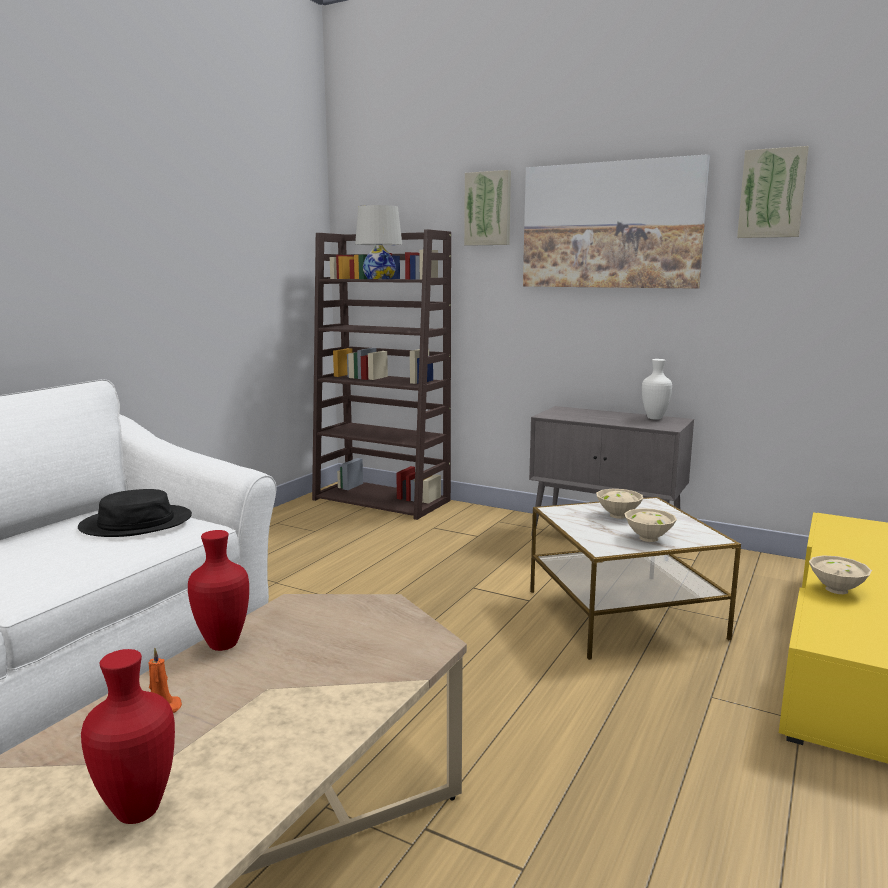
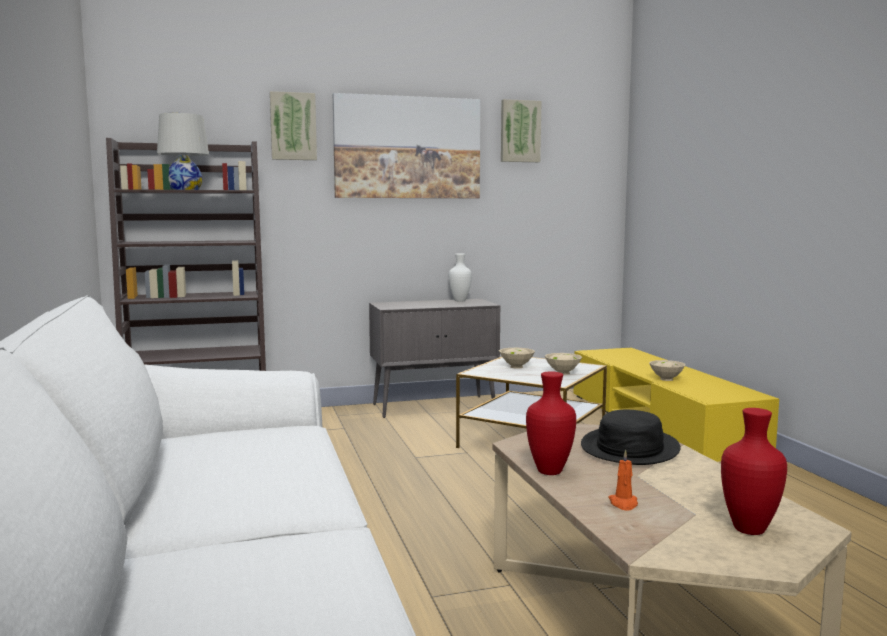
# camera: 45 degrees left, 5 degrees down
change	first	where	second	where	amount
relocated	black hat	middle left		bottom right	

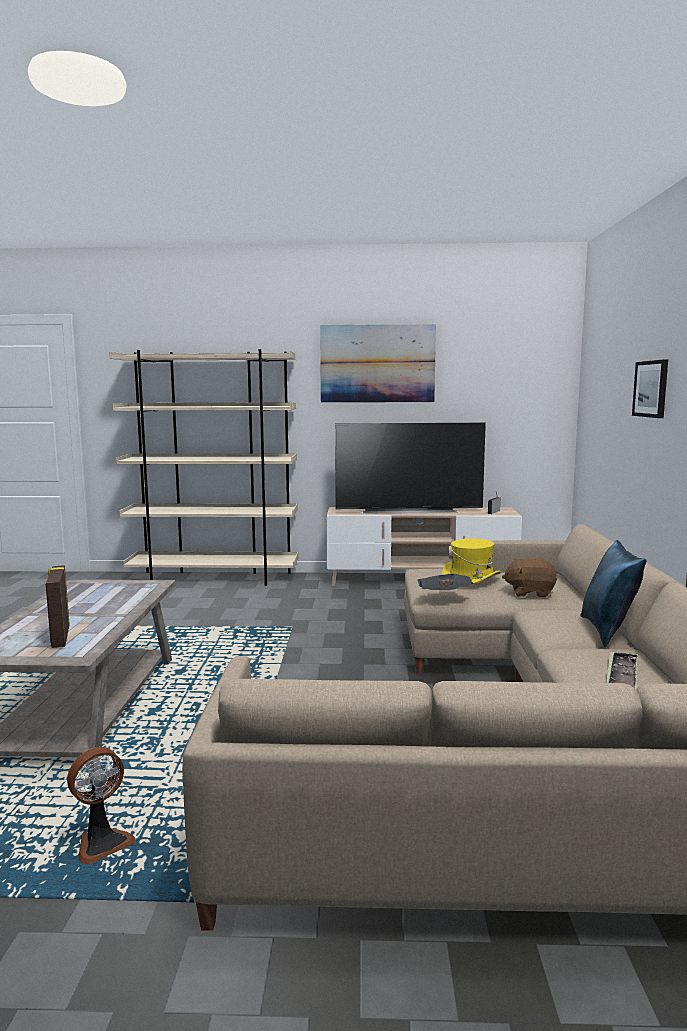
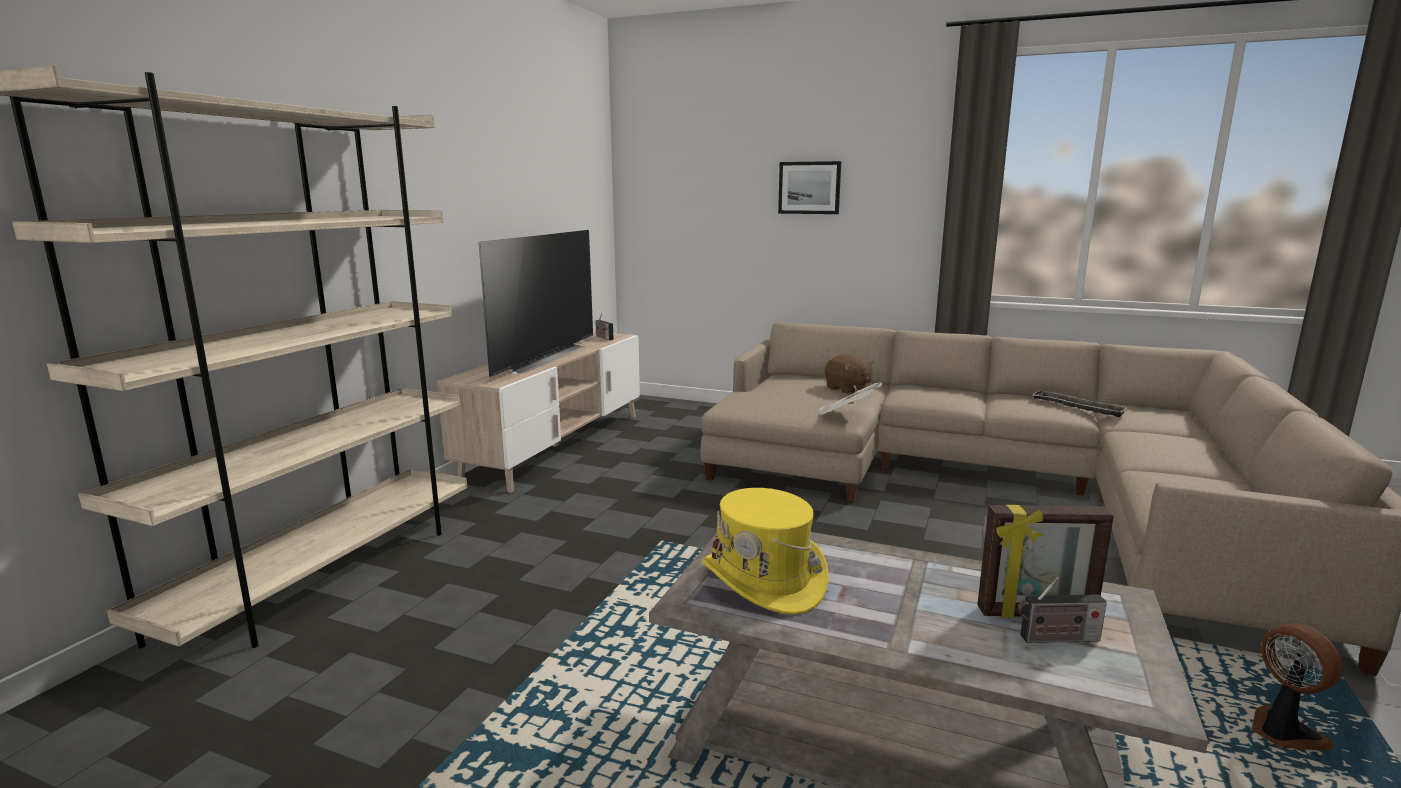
# camera: 70 degrees left, 5 degrees up
change	first	where	second	where	amount
relocated	yellow hat	middle right		bottom centre	
spun	brown plush toy	middle right		centre	60 degrees counterclockwise
appeared			radio (no. 2 from left)	bottom right	
missing	picture (no. 1 from left)	centre			
missing	blue pillow	middle right			

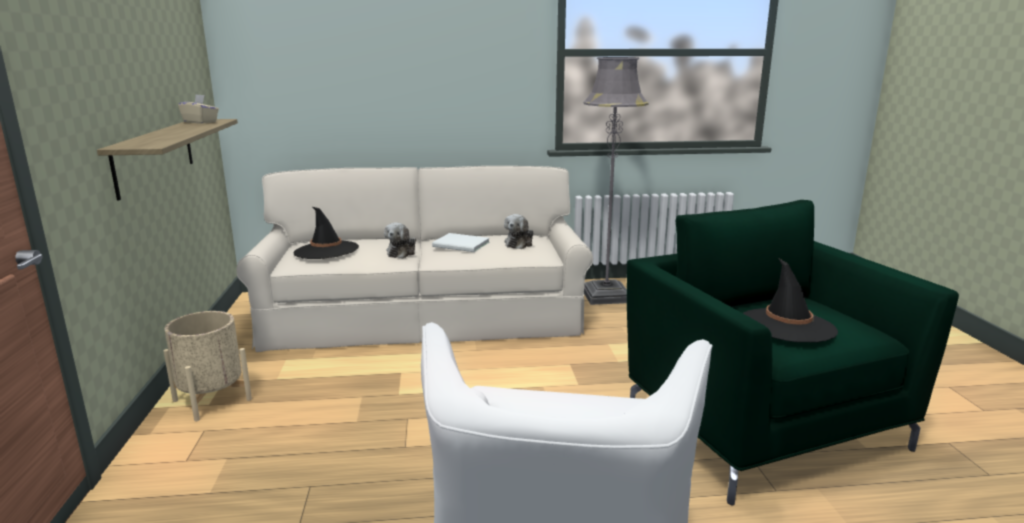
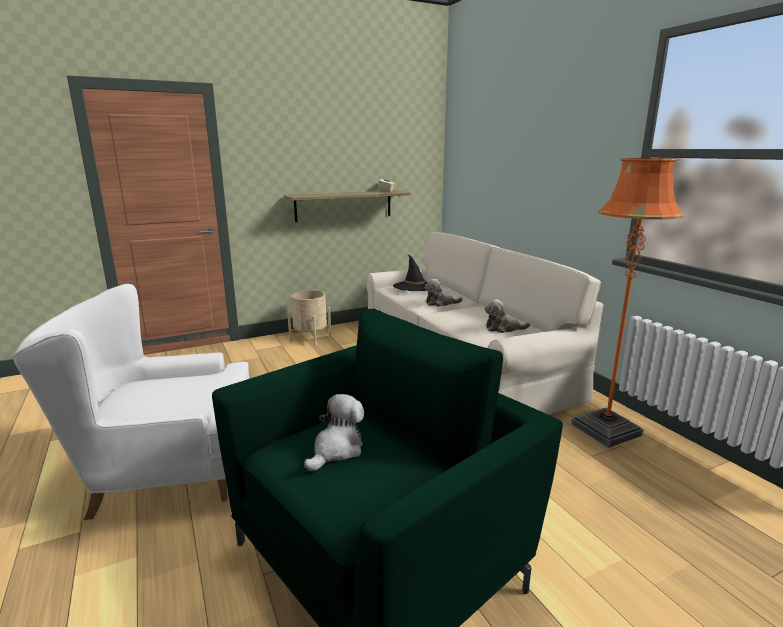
# camera: 70 degrees right, 0 degrees up
change	first	where	second	where	amount
exchanged	black hat (no. 2 from left)	middle right	plush toy (no. 1 from left)	bottom centre	
colour	grey floor lamp	centre	orange floor lamp	middle right	
missing	white book	centre			

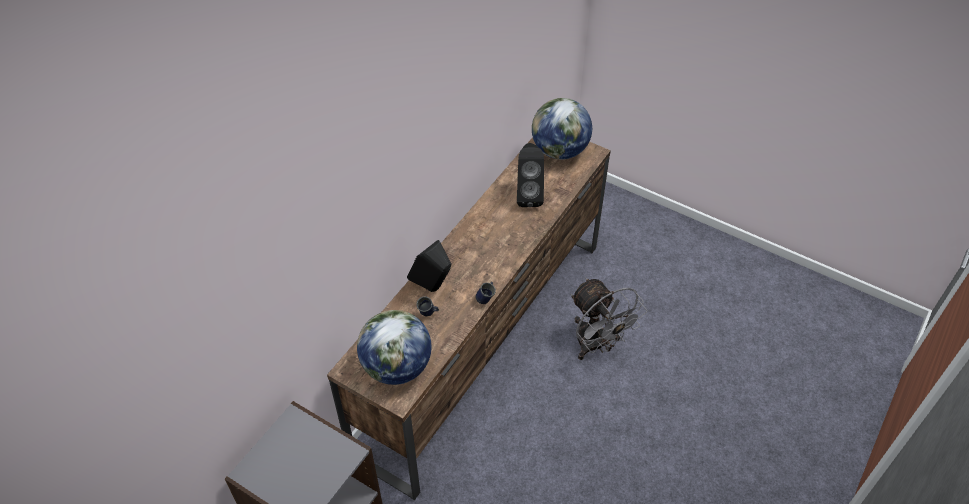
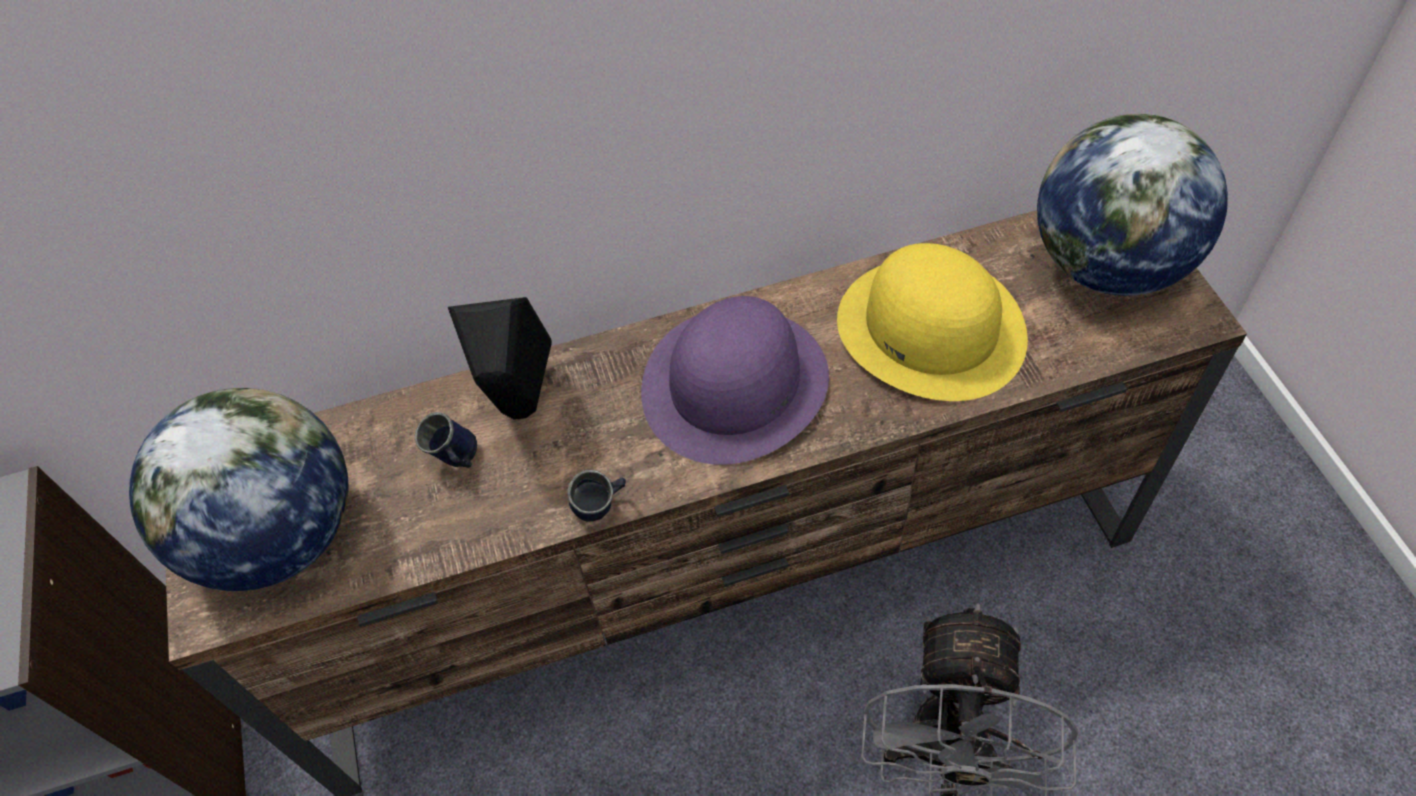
# camera: 45 degrees right, 5 degrees up
change	first	where	second	where	amount
appeared			purple hat	centre	
exchanged	black speaker (no. 2 from left)	centre	yellow hat	centre	

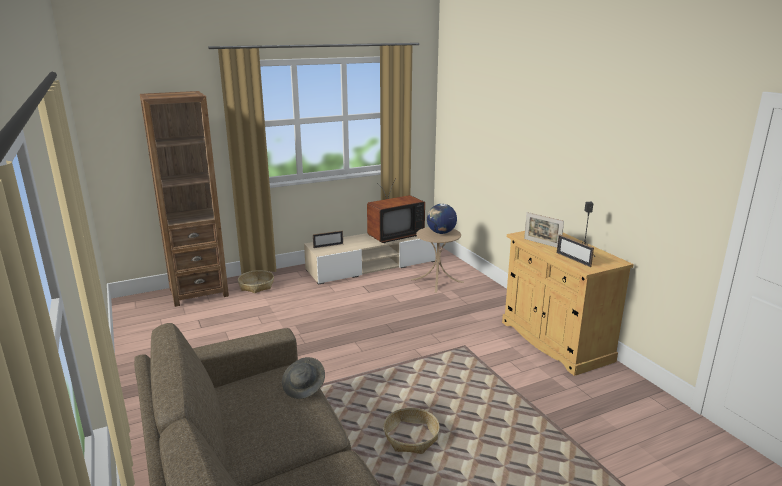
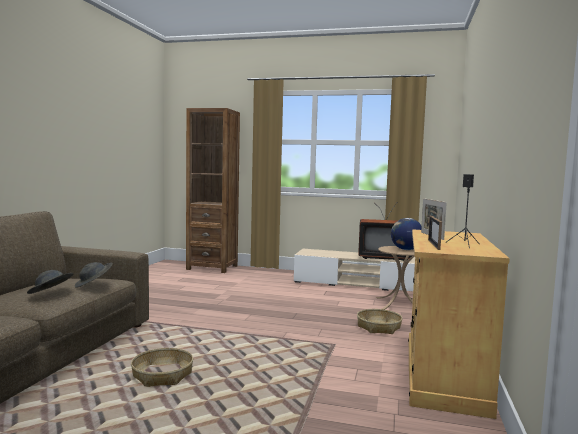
# camera: 40 degrees right, 15 degrees down
change	first	where	second	where	amount
appeared			grey hat (no. 1 from left)	middle left	
relocated	basket (no. 1 from left in the first image)	middle left	basket (no. 2 from left)	bottom centre	
missing	picture frame (no. 1 from left)	centre			

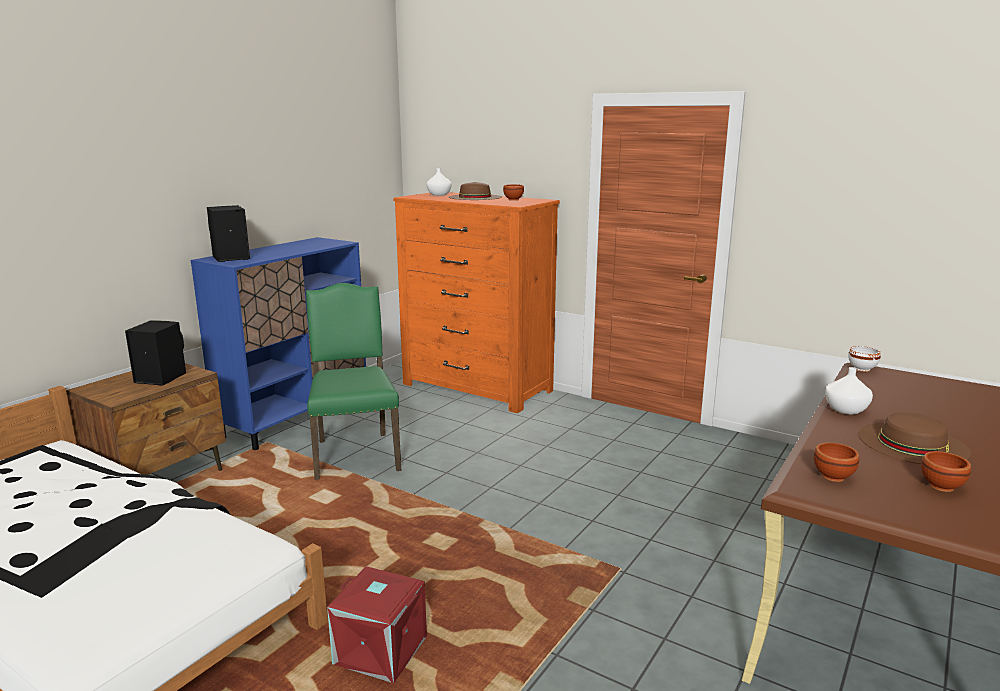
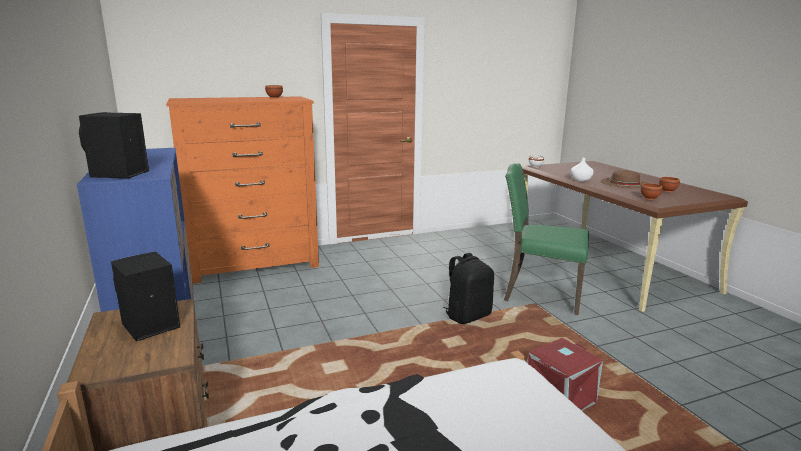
# camera: 55 degrees left, 0 degrees up
change	first	where	second	where	amount
appeared			black backpack	centre	
relocated	green chair	centre		middle right	
missing	white vase (no. 1 from left)	top centre			
missing	brown hat (no. 1 from left)	top centre			

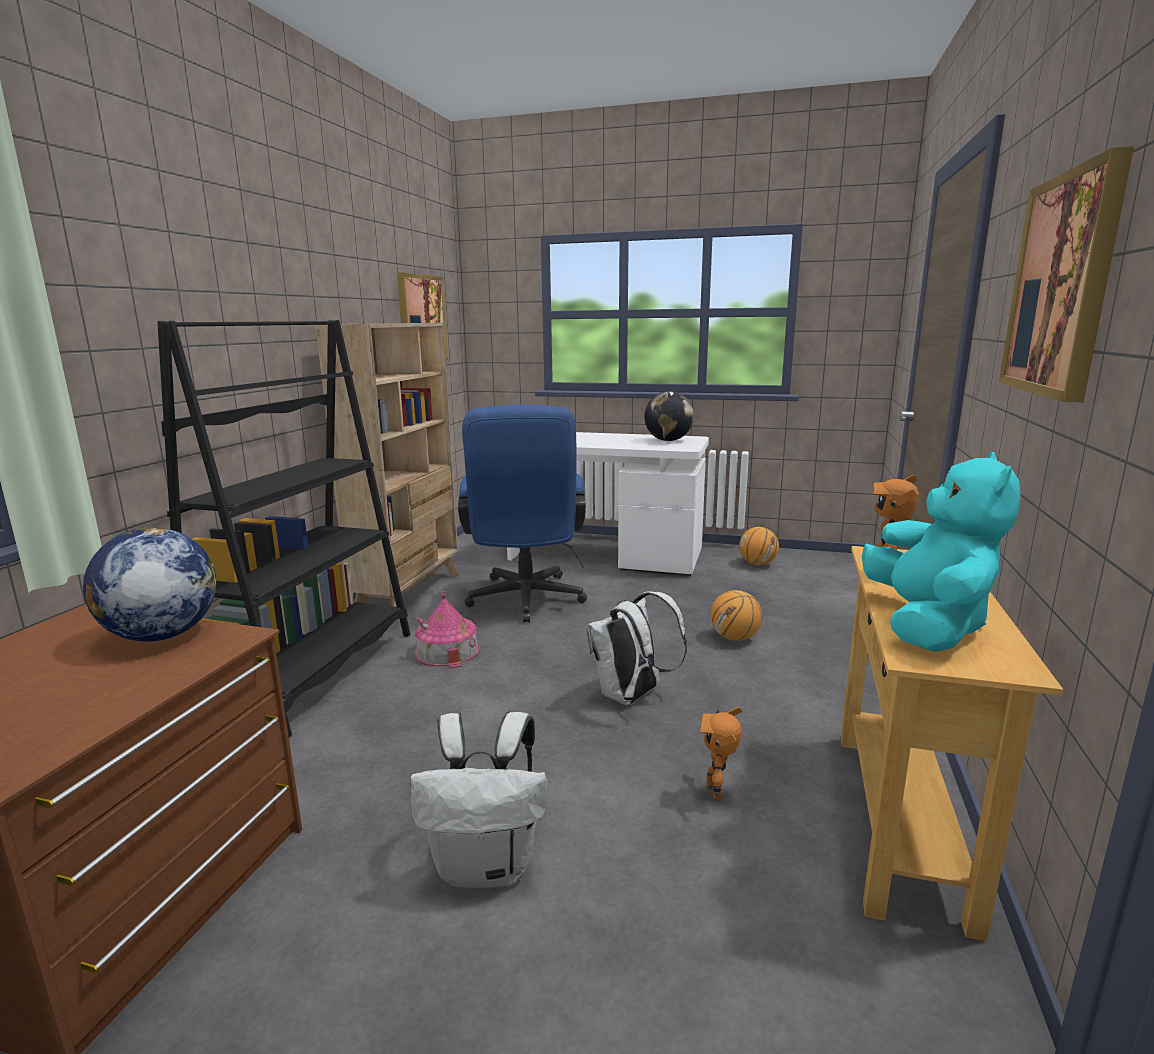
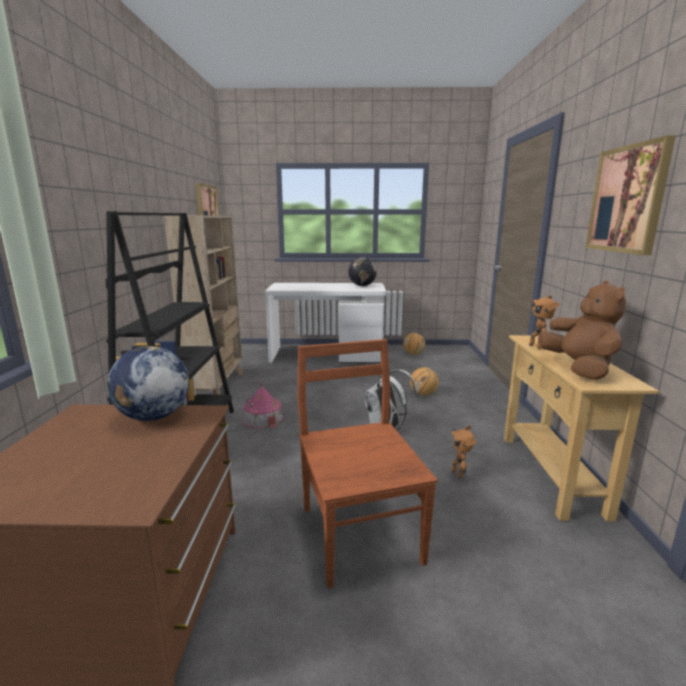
# camera: 15 degrees left, 0 degrees up
change	first	where	second	where	amount
exchanged	white backpack (no. 1 from left)	bottom centre	brown chair	bottom centre	
colour	turquoise plush toy	middle right	brown plush toy	middle right	
missing	blue office chair	centre			

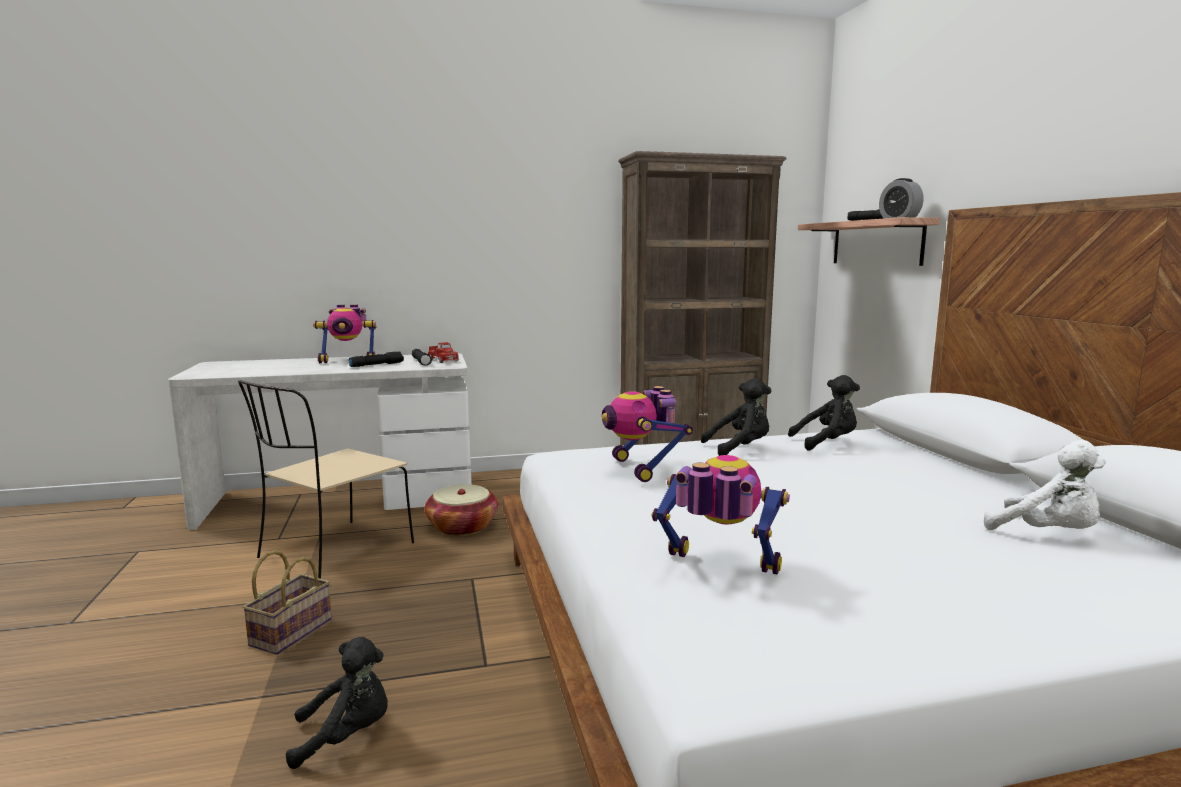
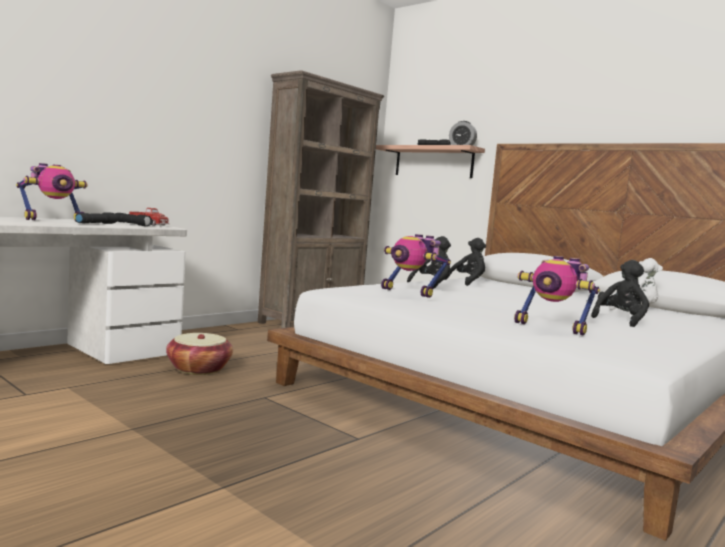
# camera: 35 degrees left, 5 degrees down
change	first	where	second	where	amount
spun	toy robot (no. 3 from left)	centre		middle right	135 degrees counterclockwise
relocated	black plush toy (no. 1 from left in the first image)	bottom left	black plush toy (no. 3 from left)	middle right	
missing	beige chair	middle left			
missing	basket (no. 1 from left)	bottom left			

